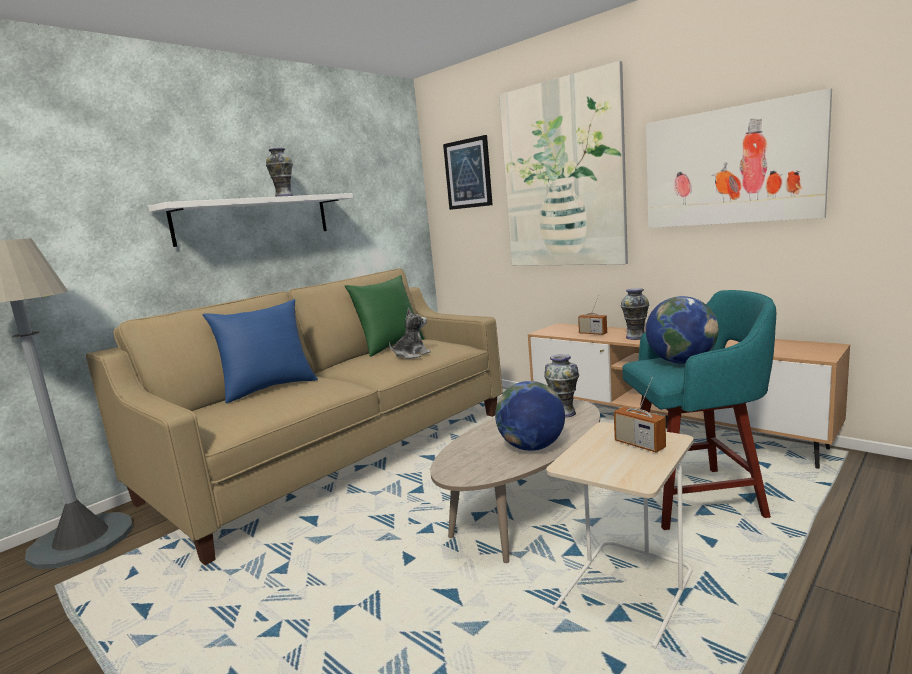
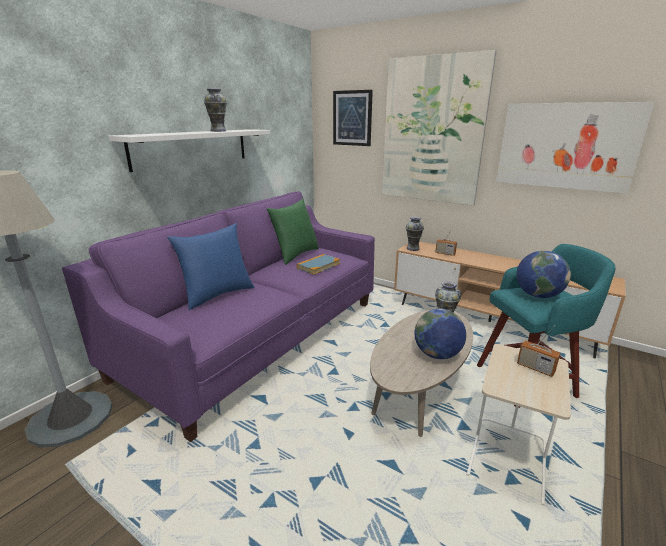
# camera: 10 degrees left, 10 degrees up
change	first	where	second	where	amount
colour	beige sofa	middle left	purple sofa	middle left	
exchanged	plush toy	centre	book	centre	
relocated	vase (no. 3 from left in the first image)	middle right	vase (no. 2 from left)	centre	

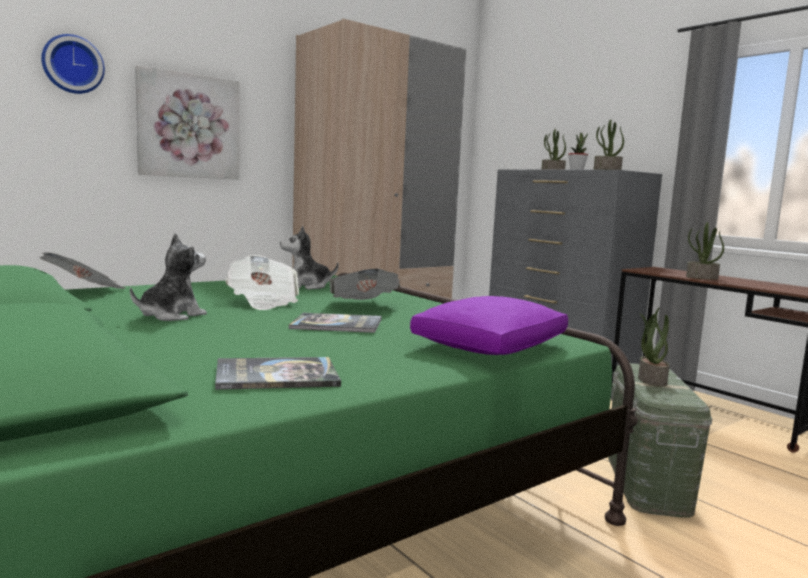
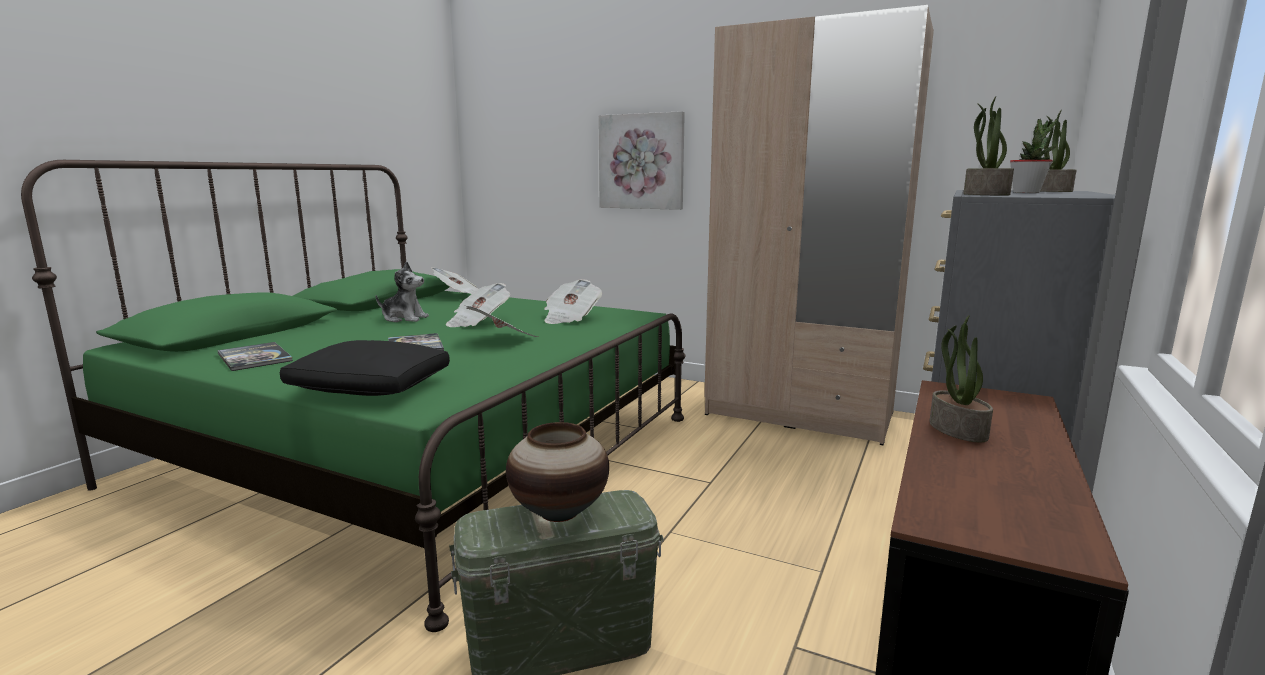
# camera: 65 degrees right, 5 degrees up
change	first	where	second	where	amount
colour	purple pillow	centre	black pillow	middle left	
exchanged	potted plant (no. 4 from left)	middle right	vase	bottom centre	
exchanged	plush toy (no. 2 from left)	centre	newspaper (no. 4 from left)	centre	
missing	wall clock	top left			

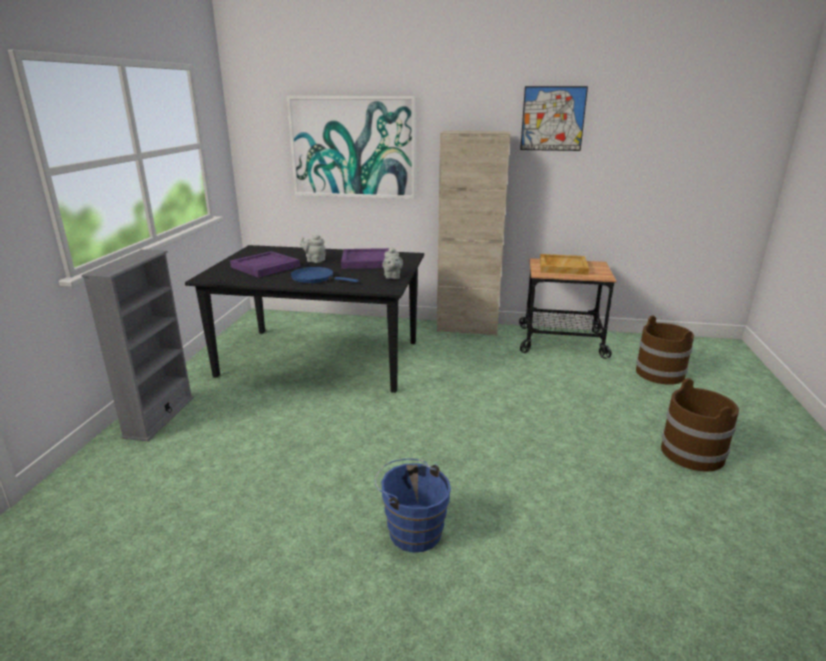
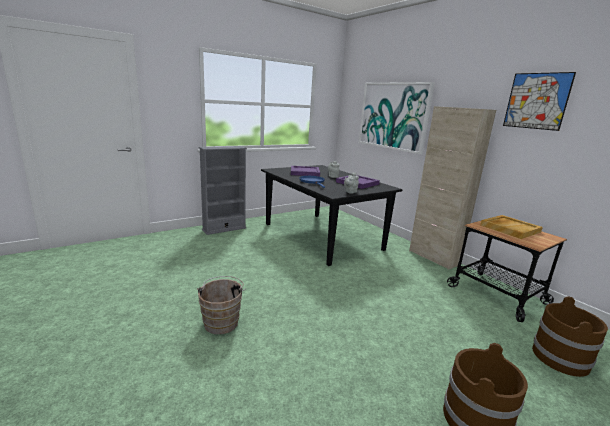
# camera: 45 degrees right, 5 degrees down
change	first	where	second	where	amount
colour	blue bucket	bottom centre	brown bucket (no. 1 from left)	bottom centre	

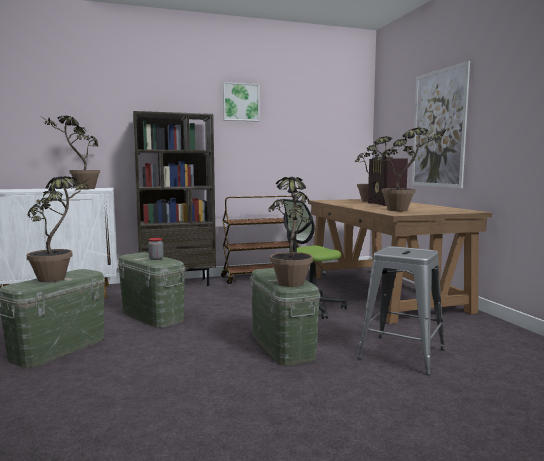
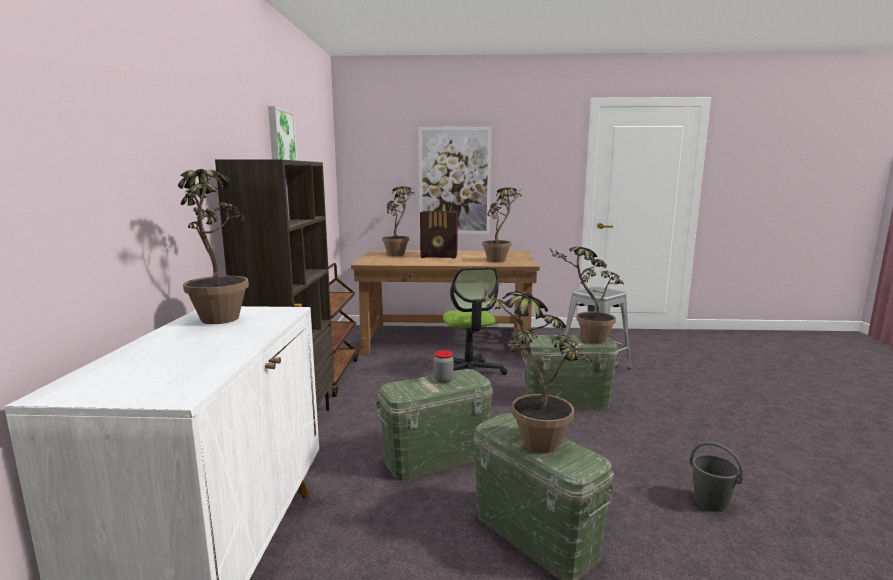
# camera: 70 degrees left, 5 degrees up
change	first	where	second	where	amount
appeared			grey bucket	bottom right	

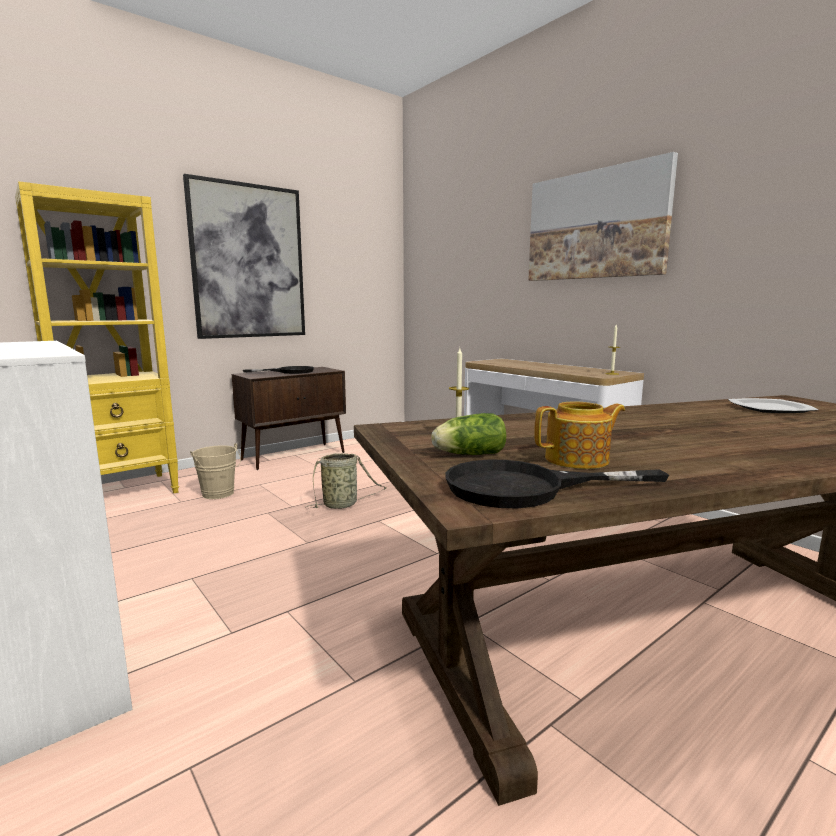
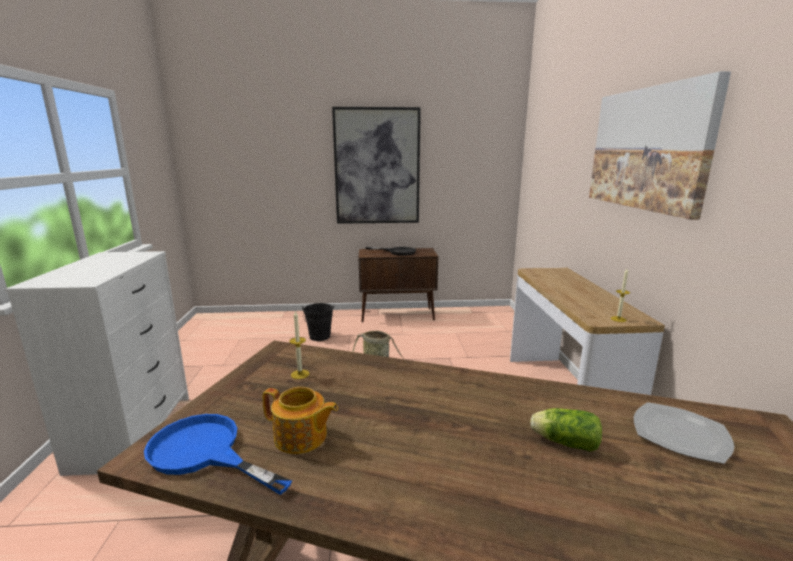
# camera: 35 degrees right, 5 degrees up
change	first	where	second	where	amount
colour	black frying pan (no. 2 from left)	centre	blue frying pan	bottom left	
colour	beige bucket	middle left	black bucket	centre	
relocated	lettuce	centre		bottom right	
missing	yellow bookcase	middle left			

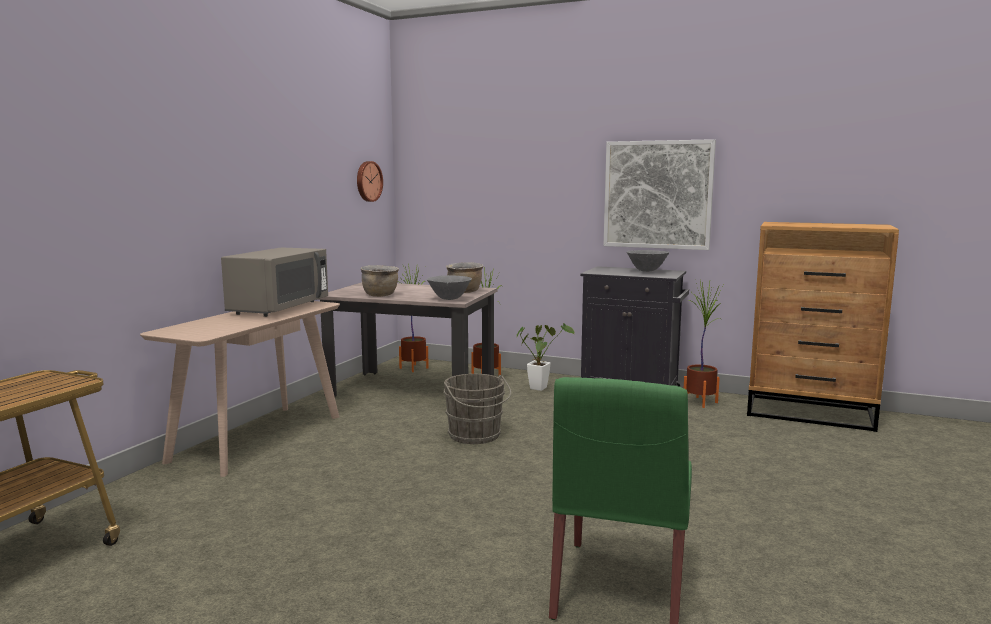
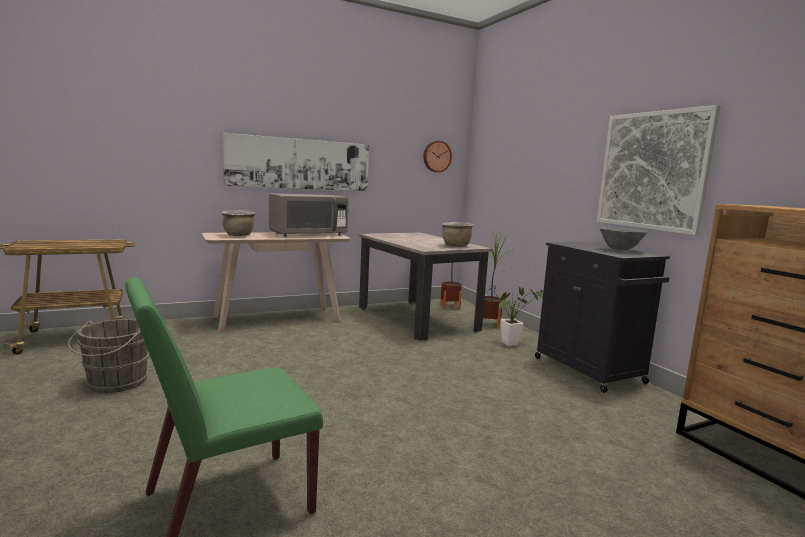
# camera: 40 degrees right, 0 degrees up
change	first	where	second	where	amount
relocated	grey bucket	centre		middle left	
relocated	brown cooking pot (no. 1 from left)	centre		middle left	
appeared			picture (no. 1 from left)	top centre	
missing	grey bowl (no. 1 from left)	centre			
missing	potted plant (no. 4 from left)	middle right			

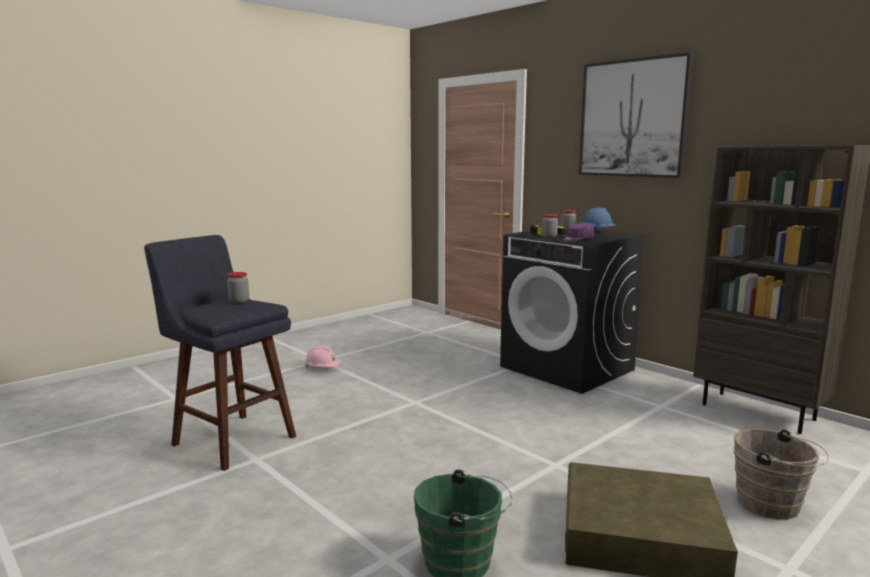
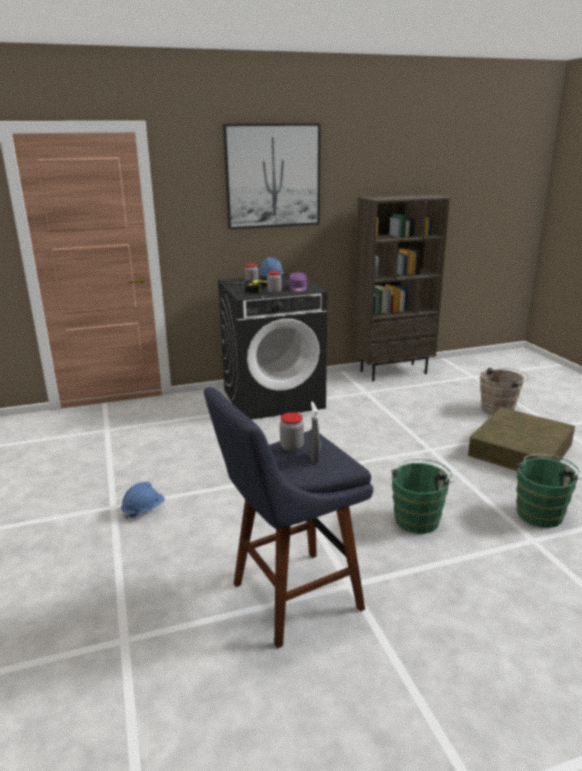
# camera: 65 degrees left, 10 degrees up
change	first	where	second	where	amount
colour	pink hard hat	centre	blue hard hat (no. 1 from left)	middle left	
appeared			grey spray bottle	centre	
appeared			green bucket (no. 1 from left)	middle right	

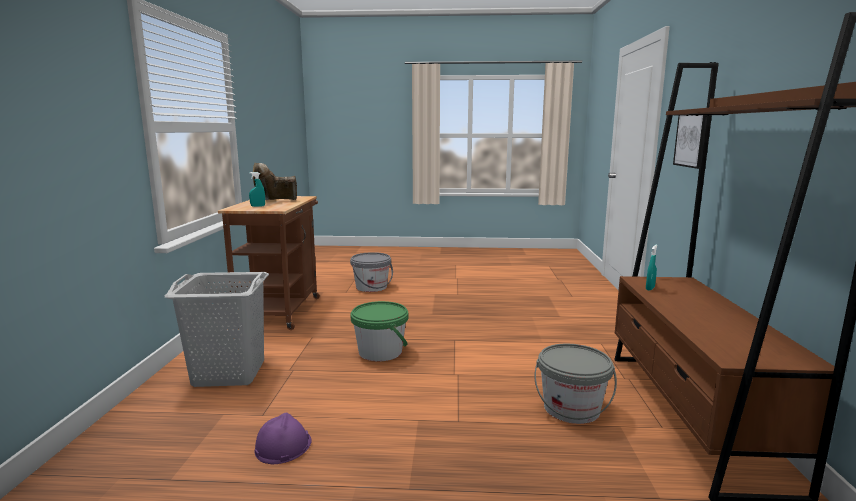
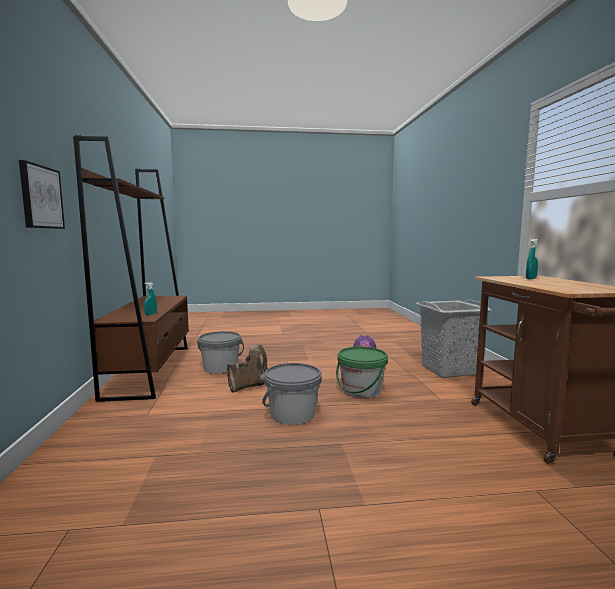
# camera: 170 degrees right, 5 degrees down
change	first	where	second	where	amount
relocated	brown boot	middle left		centre	
relocated	grey bucket (no. 1 from left in the first image)	centre	grey bucket (no. 2 from left)	bottom centre	

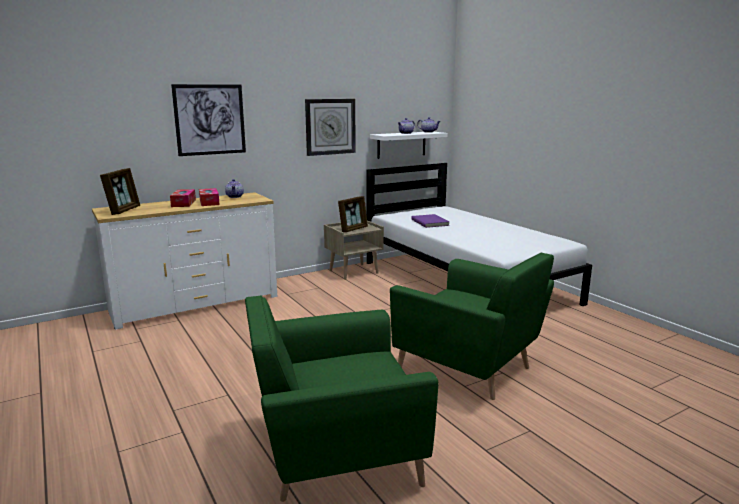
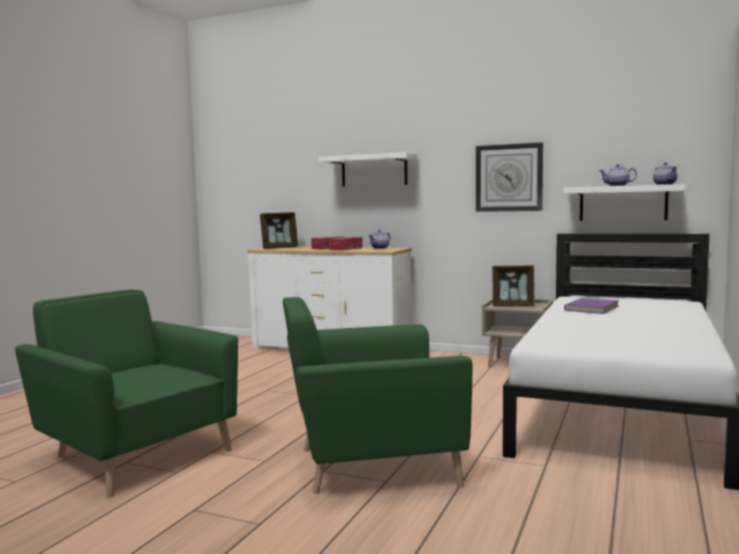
# camera: 55 degrees right, 10 degrees down
change	first	where	second	where	amount
spun	green armchair (no. 2 from left)	centre		bottom centre	75 degrees clockwise
exchanged	picture	top left	white shelf (no. 1 from left)	top centre	

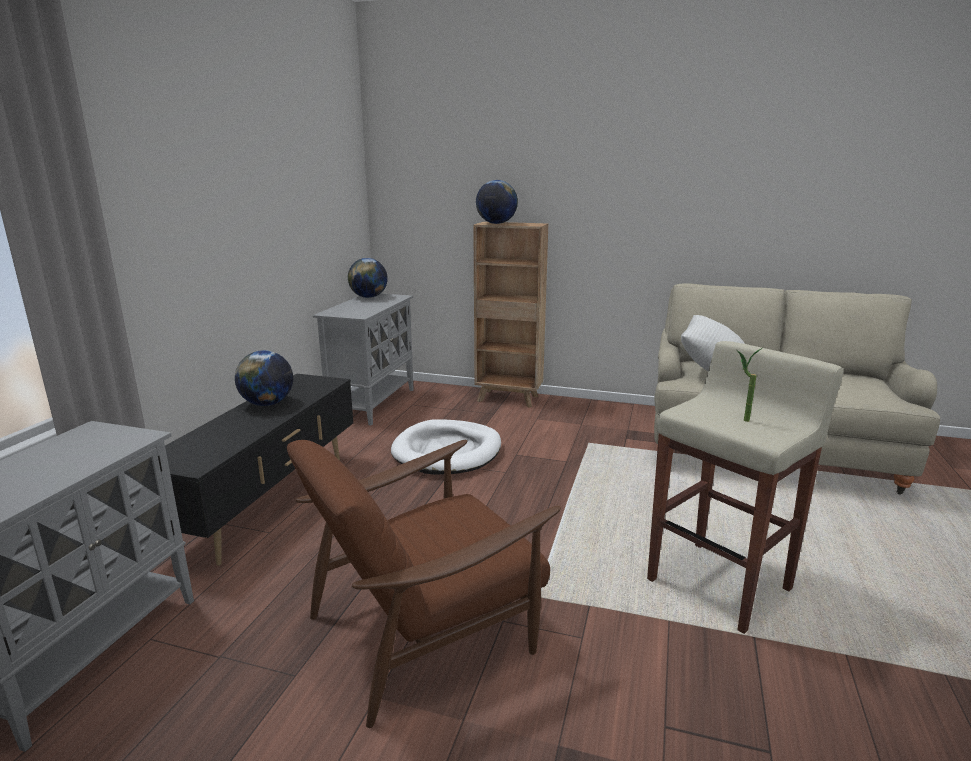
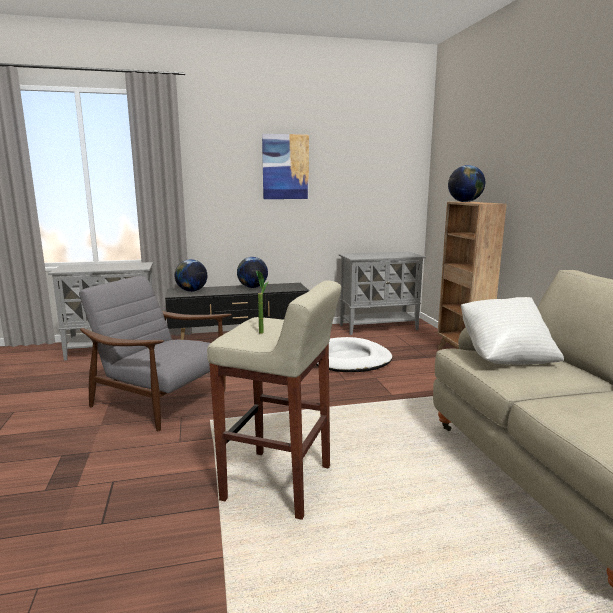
# camera: 60 degrees right, 5 degrees down
change	first	where	second	where	amount
colour	brown armchair	bottom centre	grey armchair	middle left	
relocated	globe (no. 2 from left in the first image)	centre	globe (no. 1 from left)	middle left	
appeared			picture	top centre	

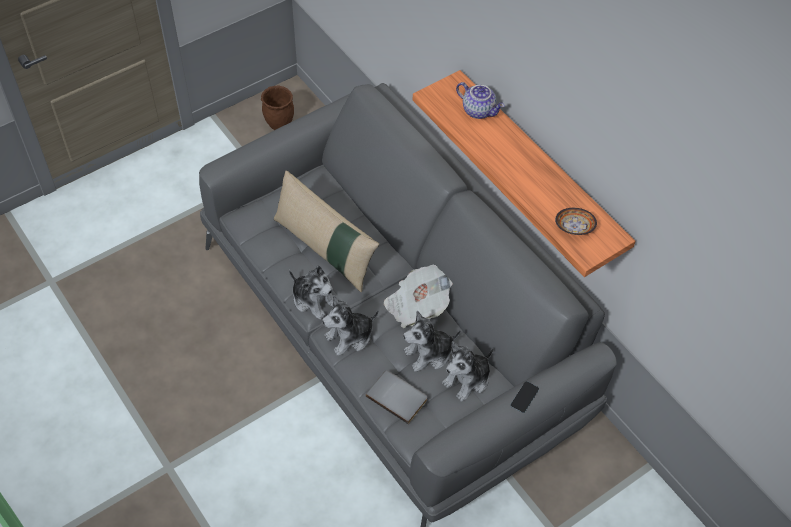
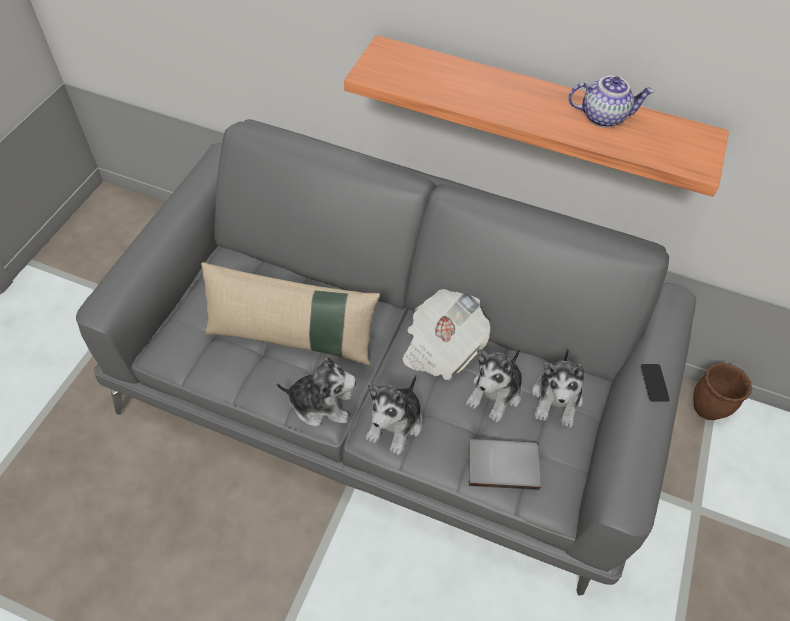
# camera: 35 degrees left, 0 degrees up
change	first	where	second	where	amount
relocated	teapot	top centre		top right	
relocated	brown planter	top centre		middle right	
missing	bowl	middle right			

